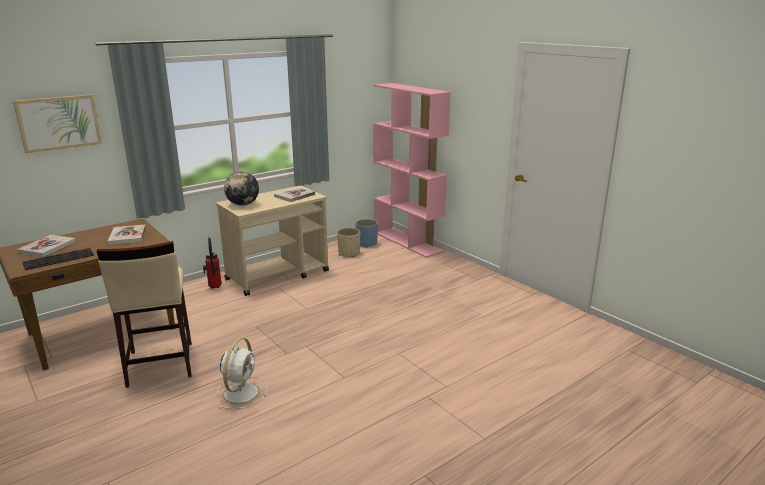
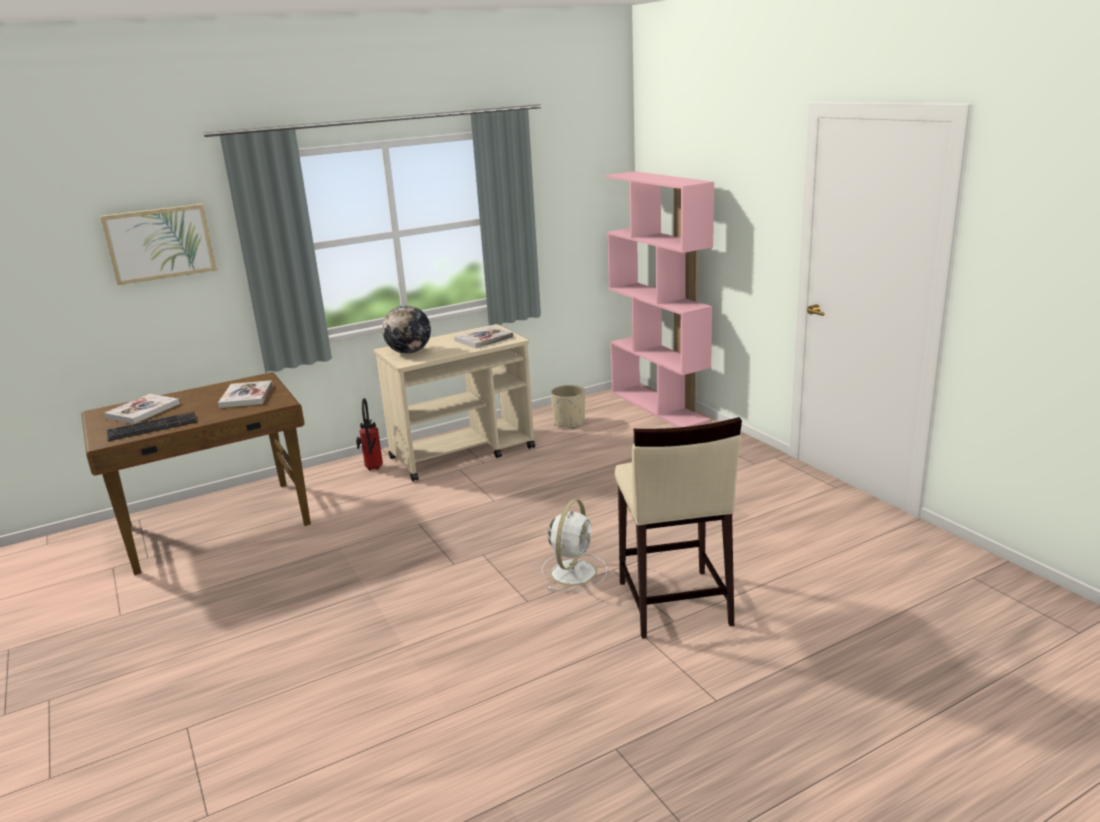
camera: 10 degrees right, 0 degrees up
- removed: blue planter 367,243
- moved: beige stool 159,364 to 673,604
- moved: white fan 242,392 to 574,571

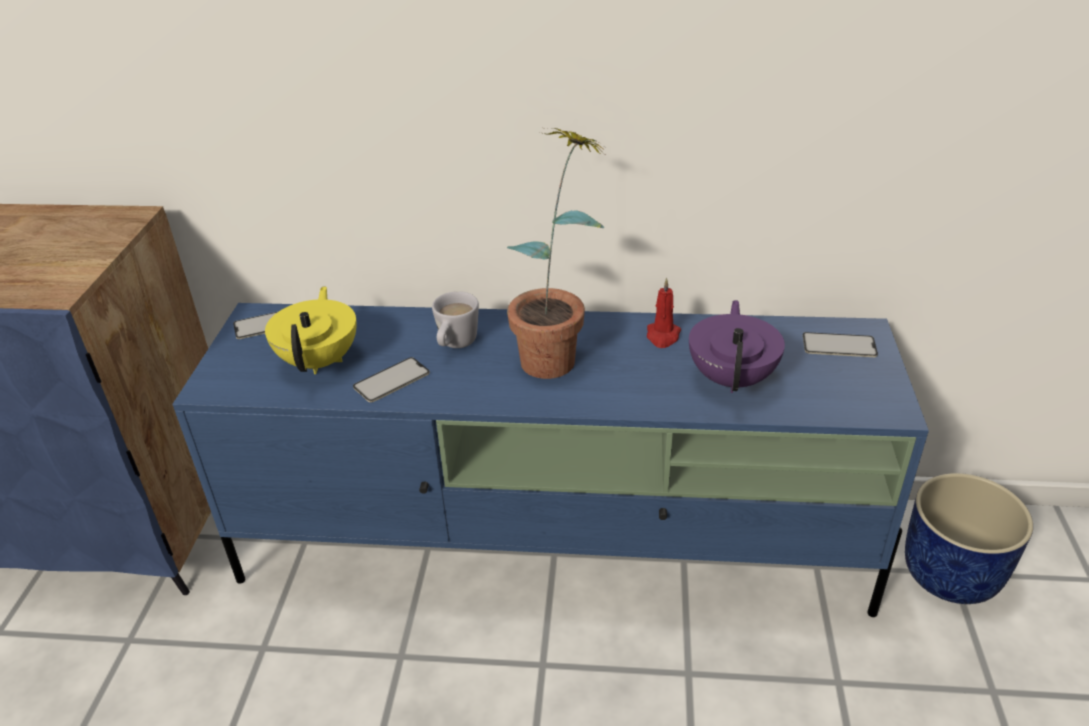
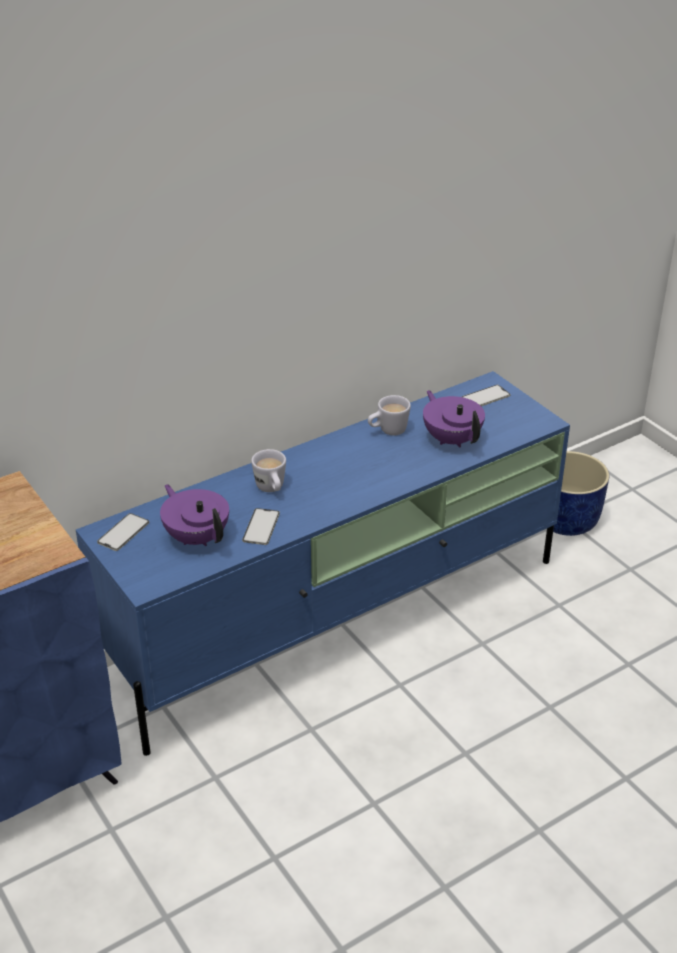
camera: 40 degrees left, 0 degrees up
- removed: potted plant 558,353
- replaced: red candle 663,336 to white mug 387,431
- recoloured: yellow teapot 320,360 to purple teapot 197,537

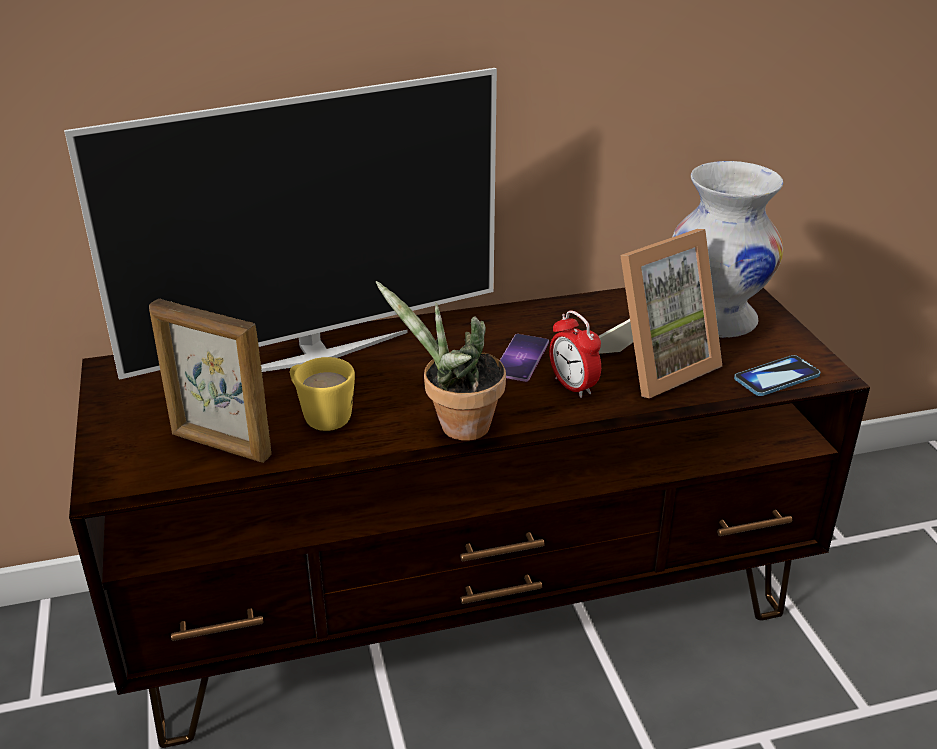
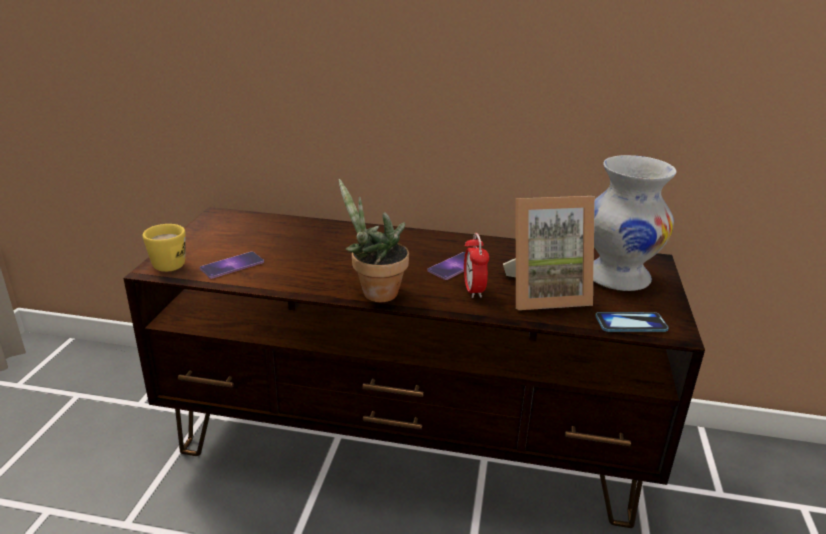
camera: 25 degrees right, 5 degrees down
- removed: television 315,353
- moved: yellow mug 321,415 to 169,263
- replaced: picture frame 220,446 to phone 232,265

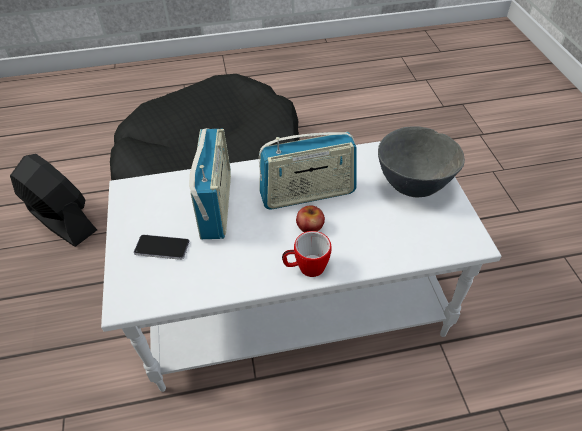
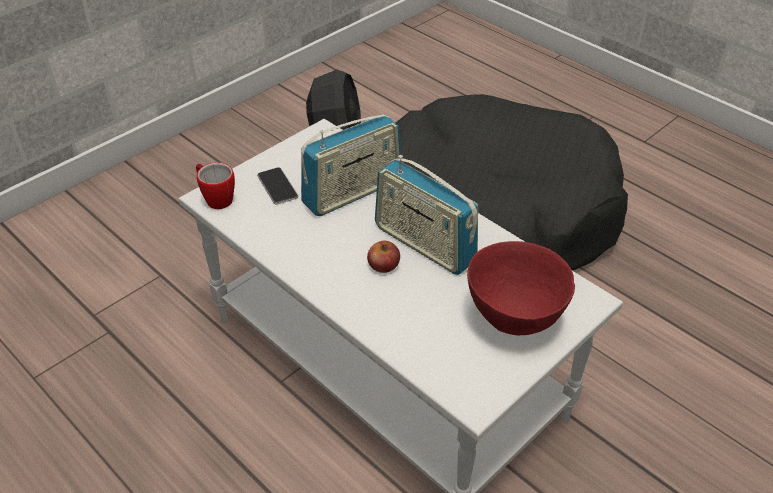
camera: 55 degrees right, 5 degrees down
- moved: mug 306,268 to 216,198
- recoloured: grey bowl 412,185 to red bowl 515,318

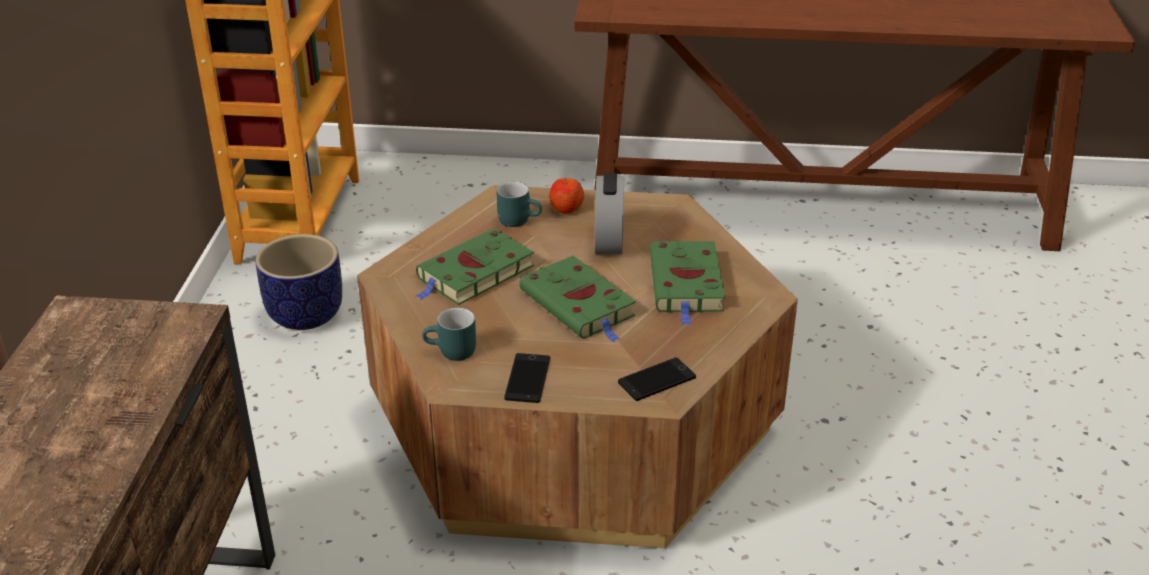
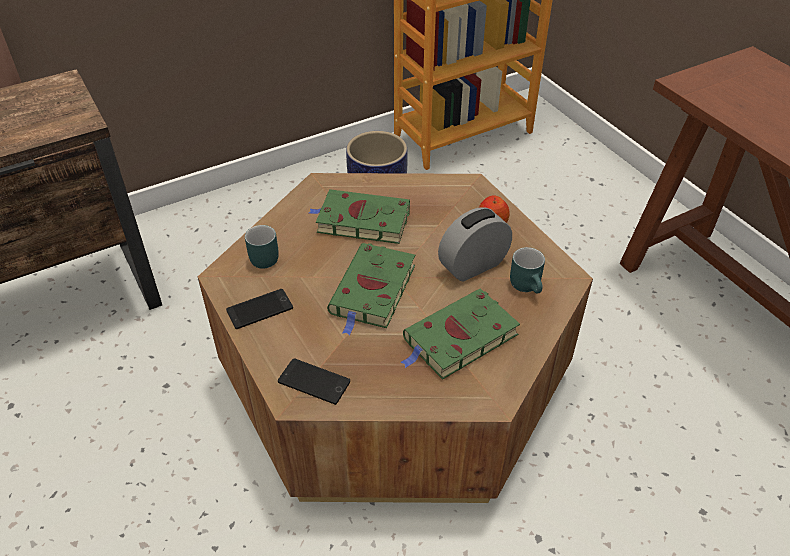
camera: 55 degrees right, 10 degrees up
- moved: turquoise mug 519,219 to 529,286

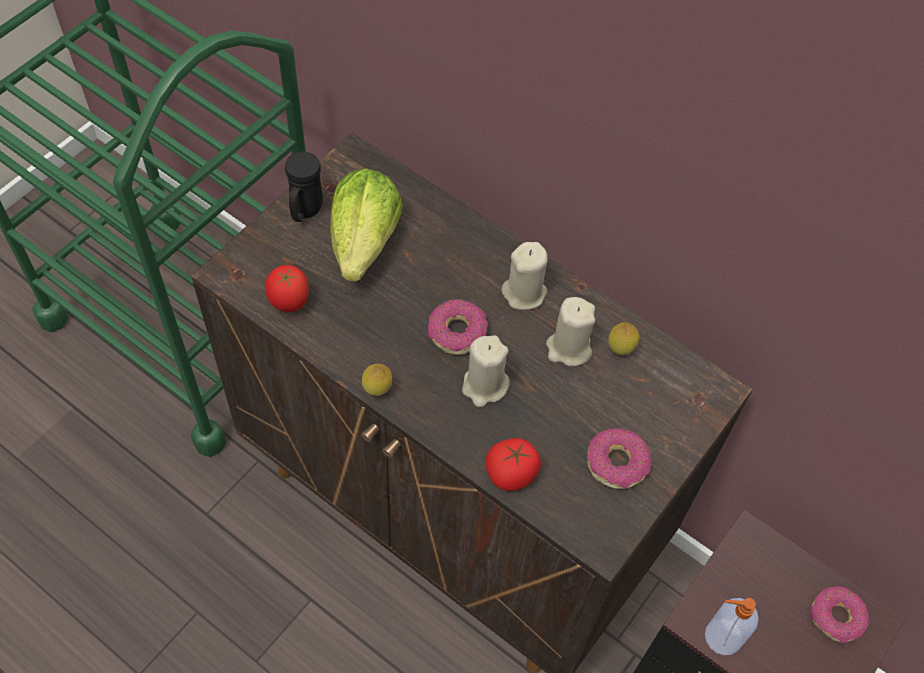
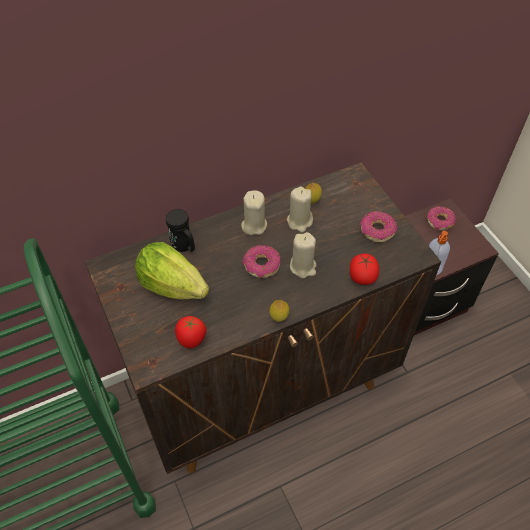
camera: 60 degrees left, 5 degrees down
- moved: black mug 305,212 to 184,247

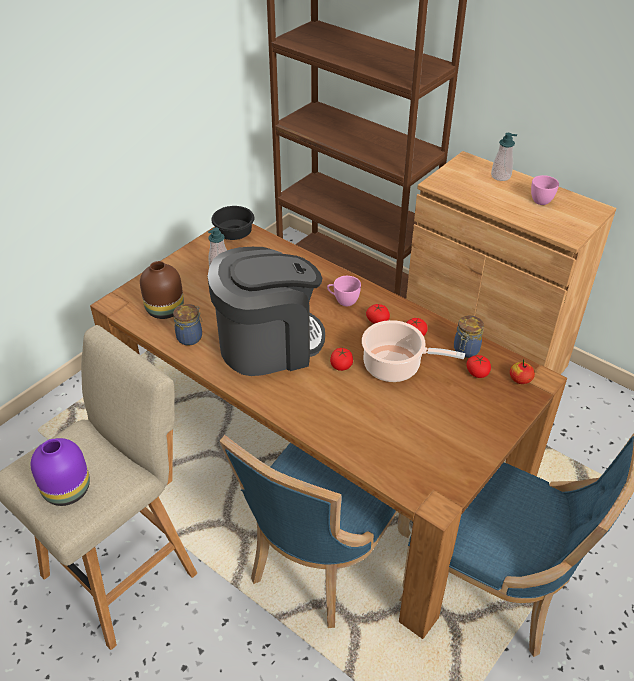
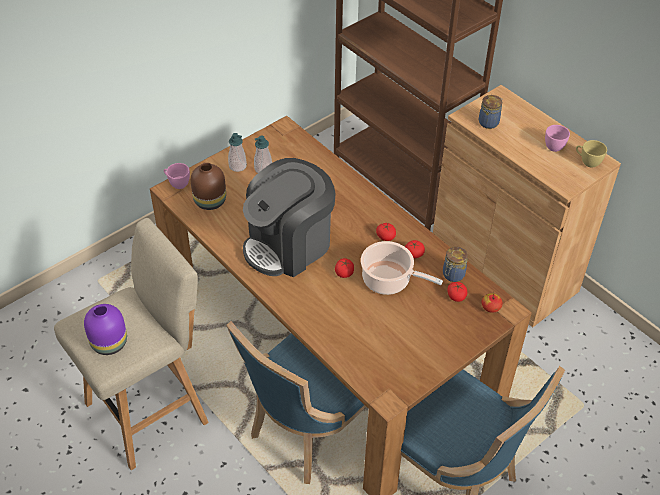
camera: 10 degrees right, 5 degrees up
- removed: black bowl 235,234
- added: yellow cup 587,162
- moved: jar 190,337 to 489,122
- moved: pink cup 343,301 to 177,183
- moved: soap dispenser 500,176 to 237,166
- turned: coffee machine 268,344 = 289,245 150 degrees clockwise

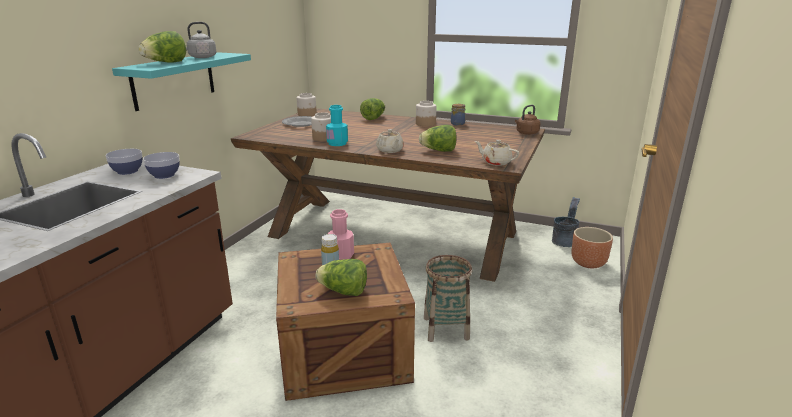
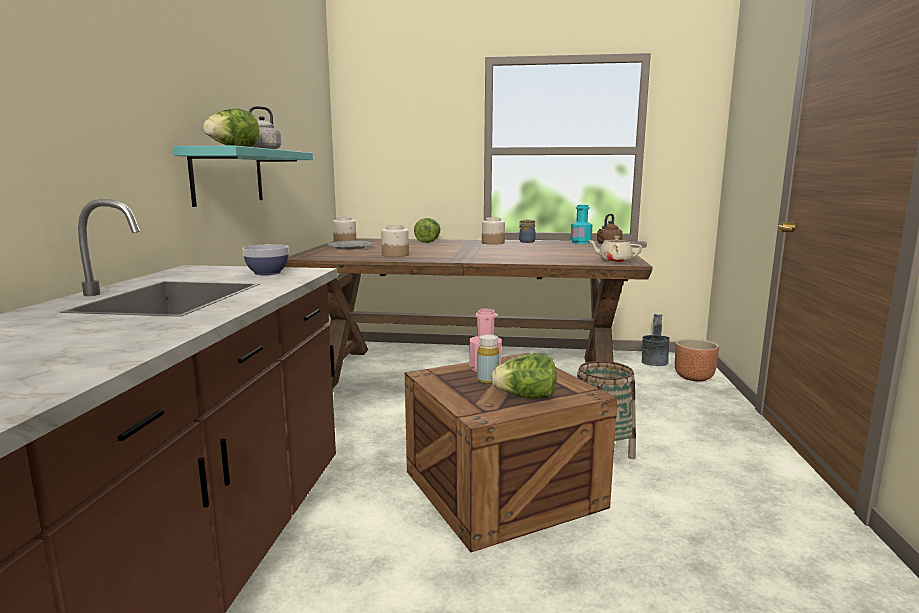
camera: 15 degrees left, 10 degrees down
- removed: bowl 127,171
- removed: beige teapot 390,150
- removed: lettuce 439,151
- moved: turquoise bottle 337,143 to 580,242

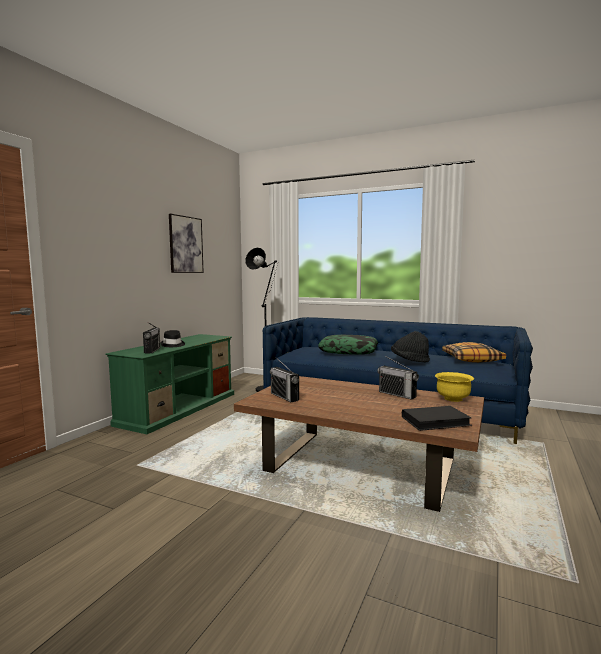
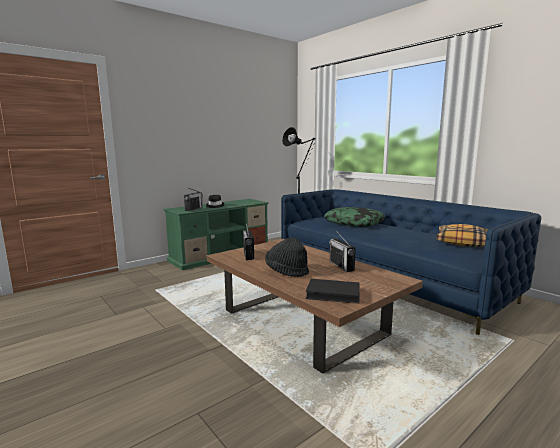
camera: 25 degrees right, 5 degrees up
- removed: picture 185,244
- removed: yellow bowl 453,399
- moved: black hat 409,361 to 286,271

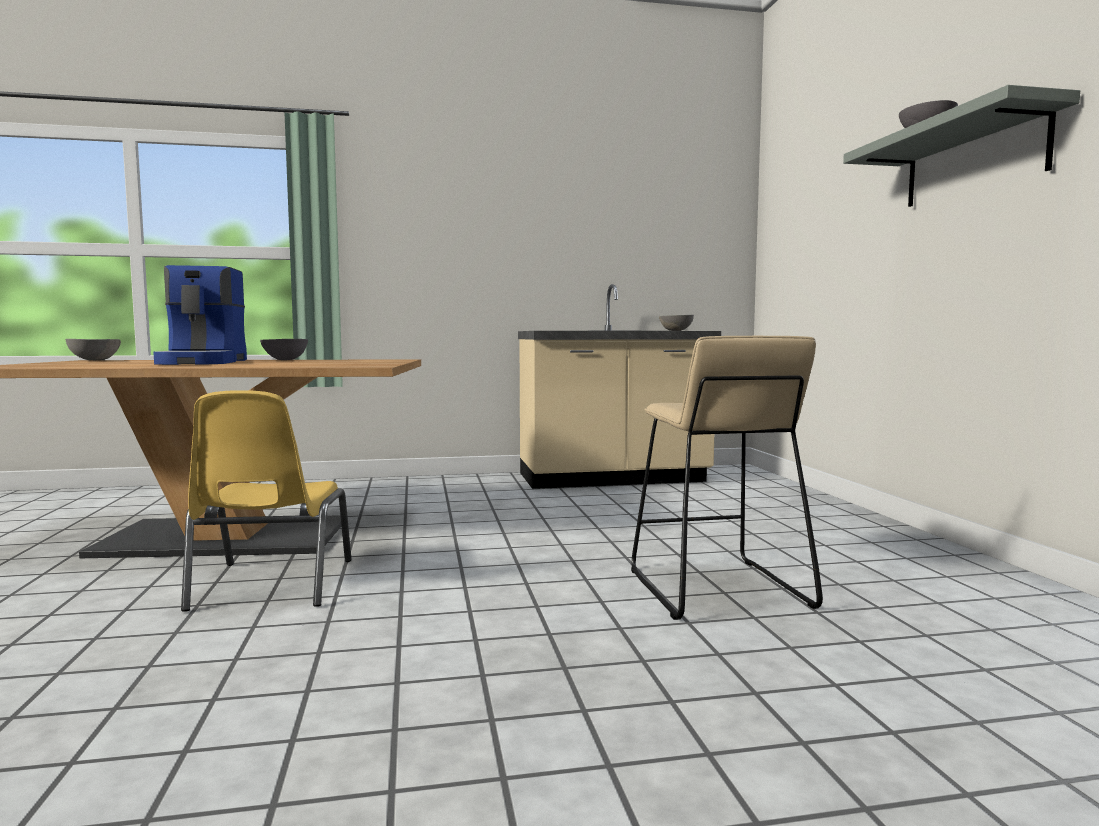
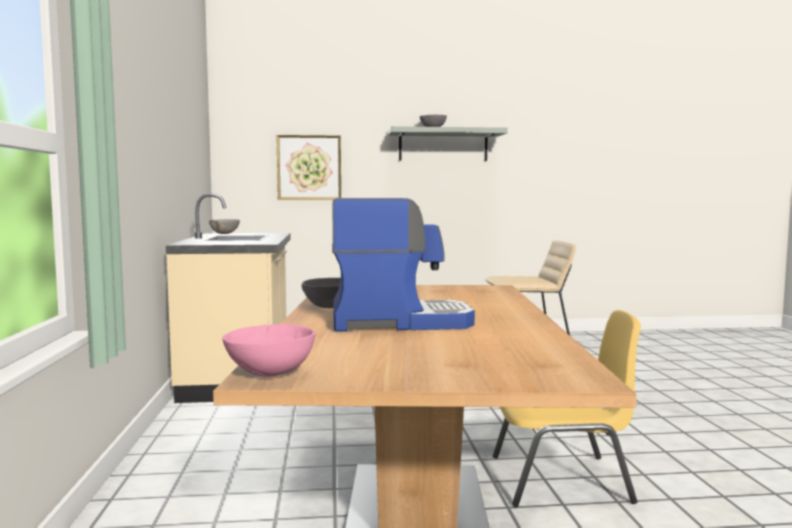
camera: 85 degrees left, 0 degrees up
- added: picture 309,167
- recoloured: grey bowl 94,360 to pink bowl 269,374

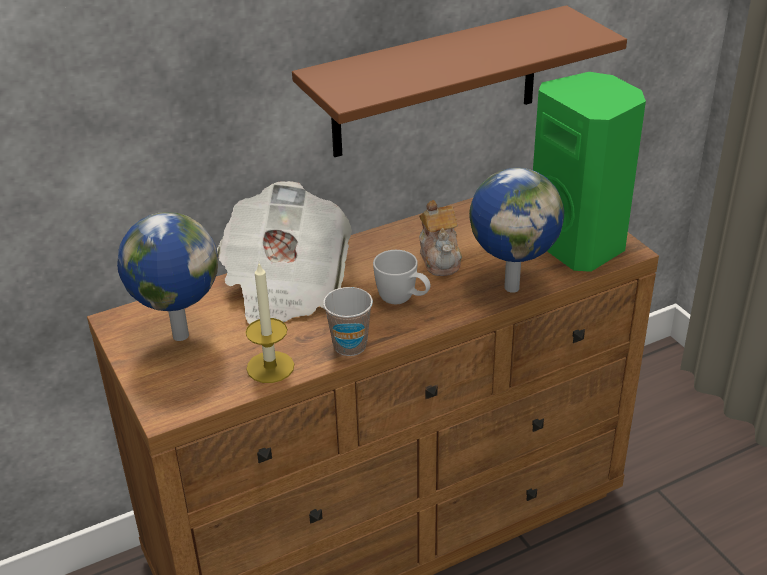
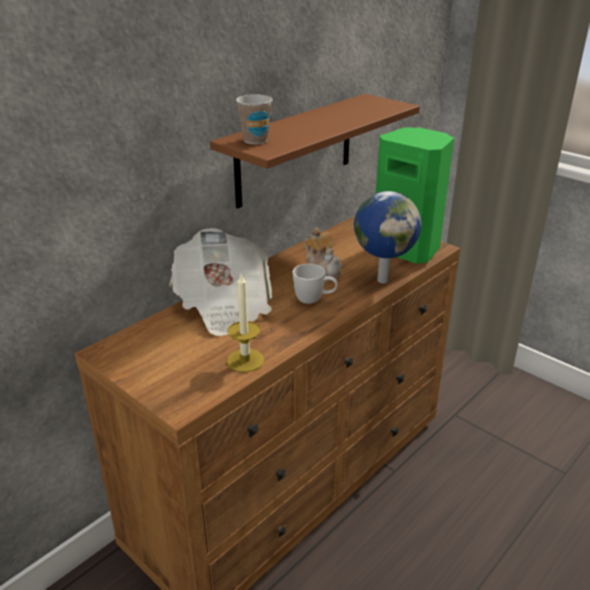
camera: 20 degrees left, 5 degrees down
- removed: globe 179,335
- moved: cup 350,346 to 255,140

